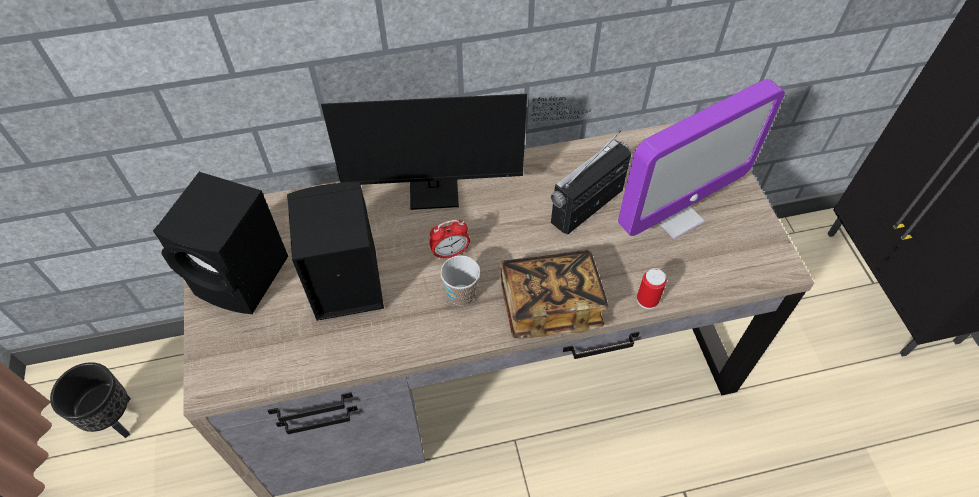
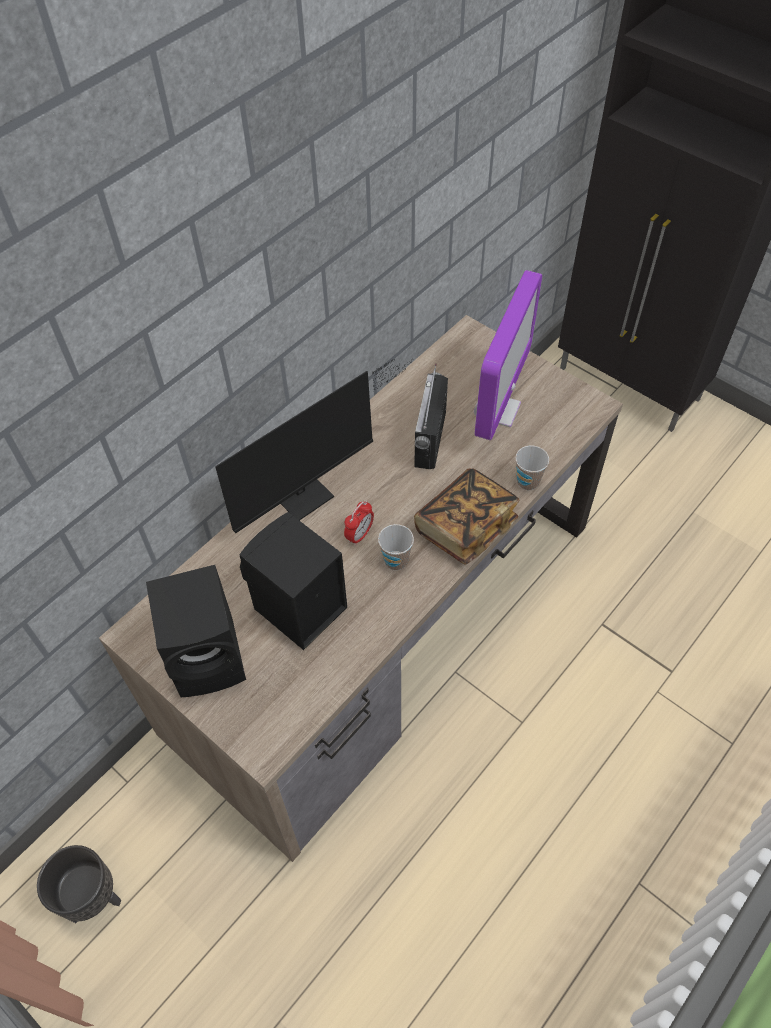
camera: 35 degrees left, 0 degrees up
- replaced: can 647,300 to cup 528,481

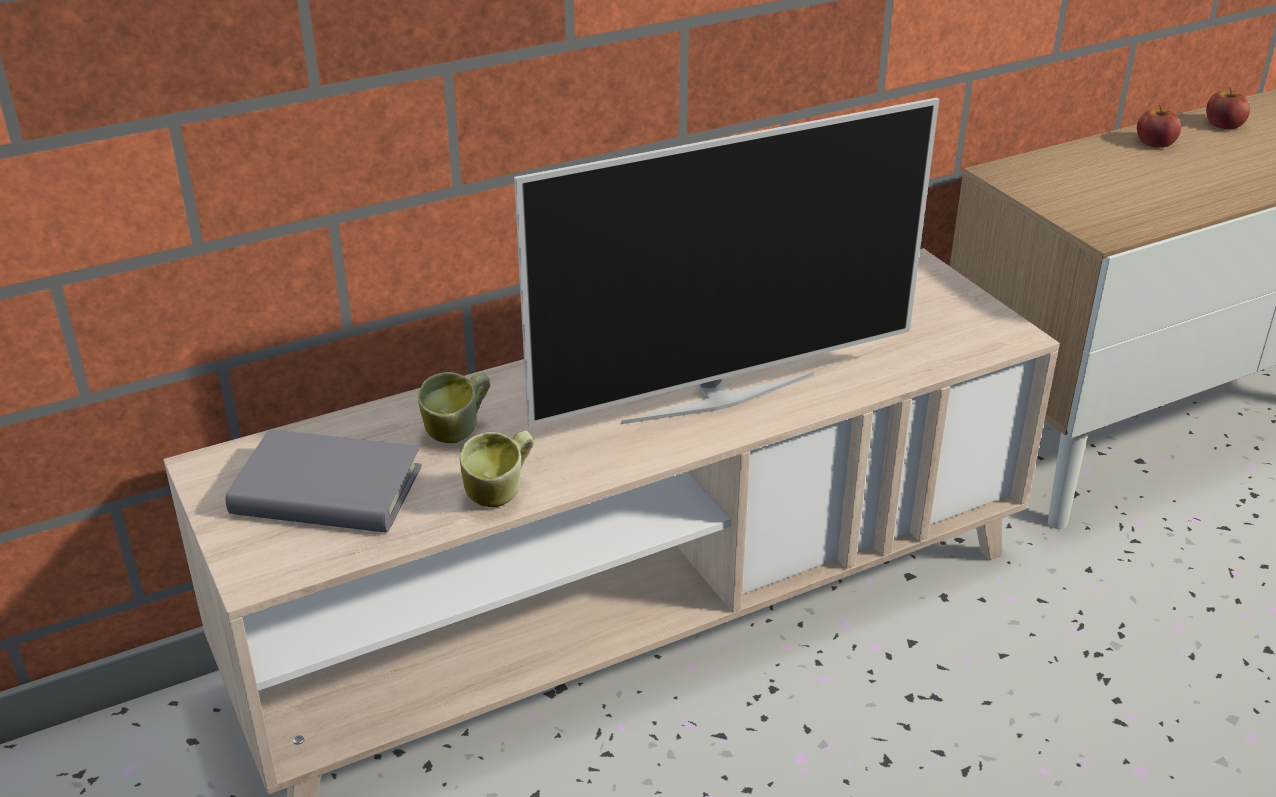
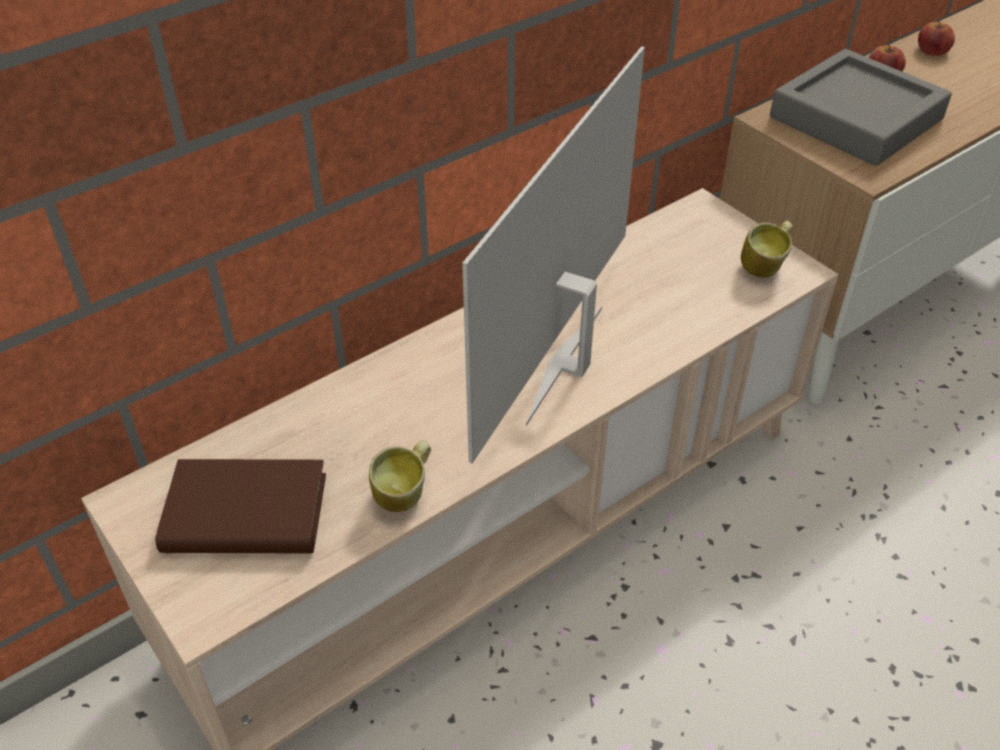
camera: 10 degrees left, 10 degrees up
- added: grey tray 856,118
- moved: mug 458,432 to 765,268
- recoloured: grey book 327,491 to brown book 245,514
- turned: television 718,396 = 569,365 150 degrees clockwise

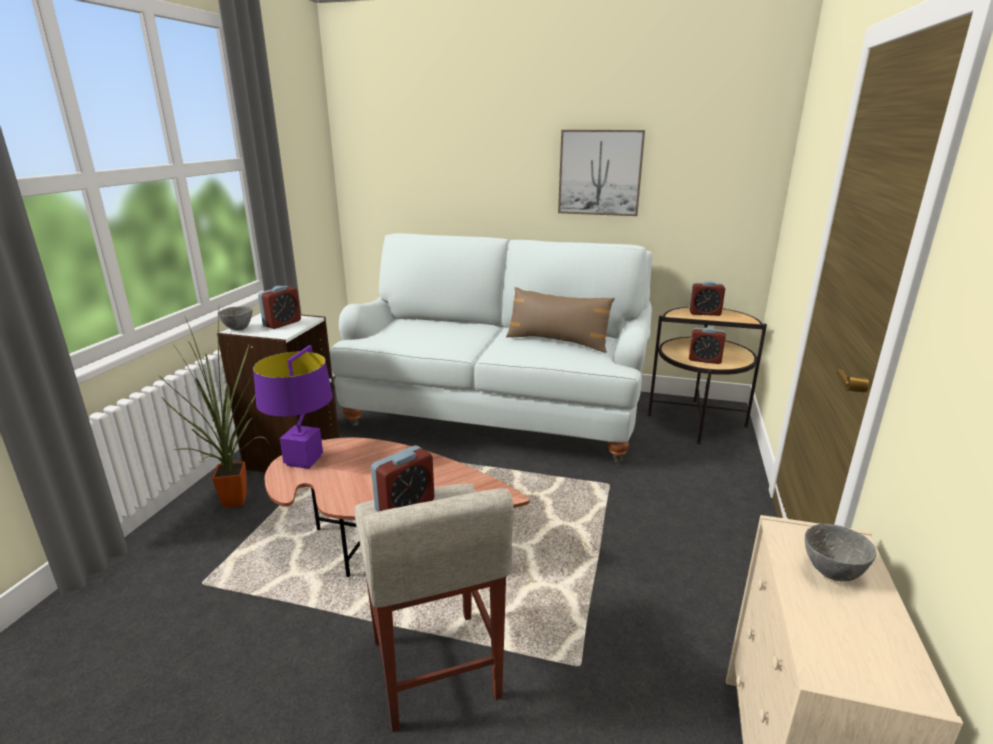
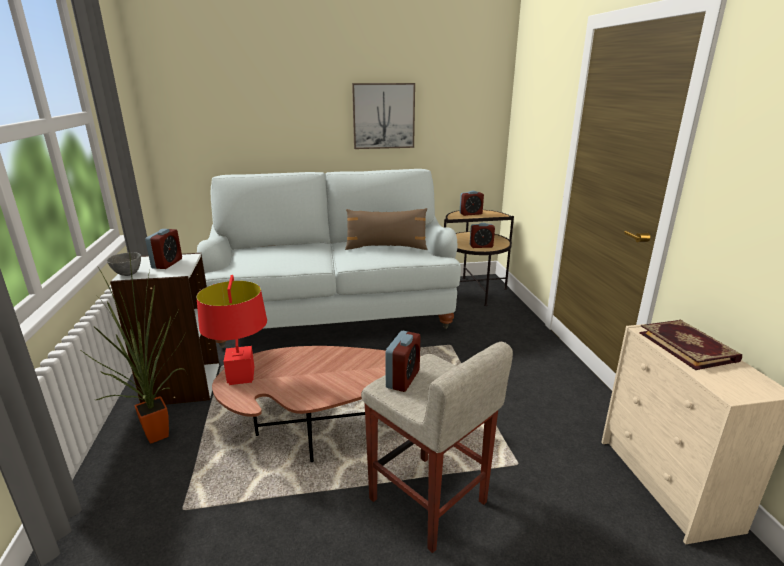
camera: 25 degrees left, 0 degrees up
- replaced: grey bowl 833,573 to book 688,346
- recoloured: purple table lamp 304,460 to red table lamp 241,377

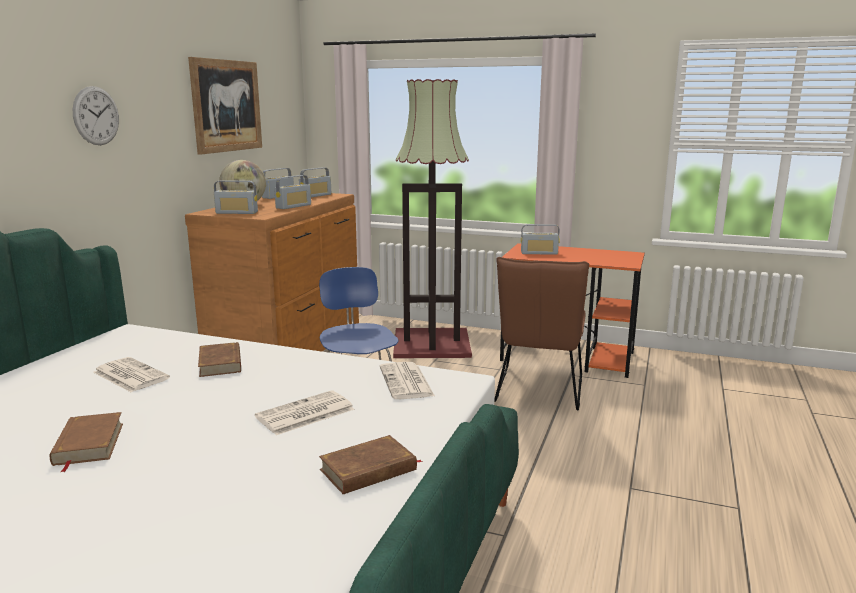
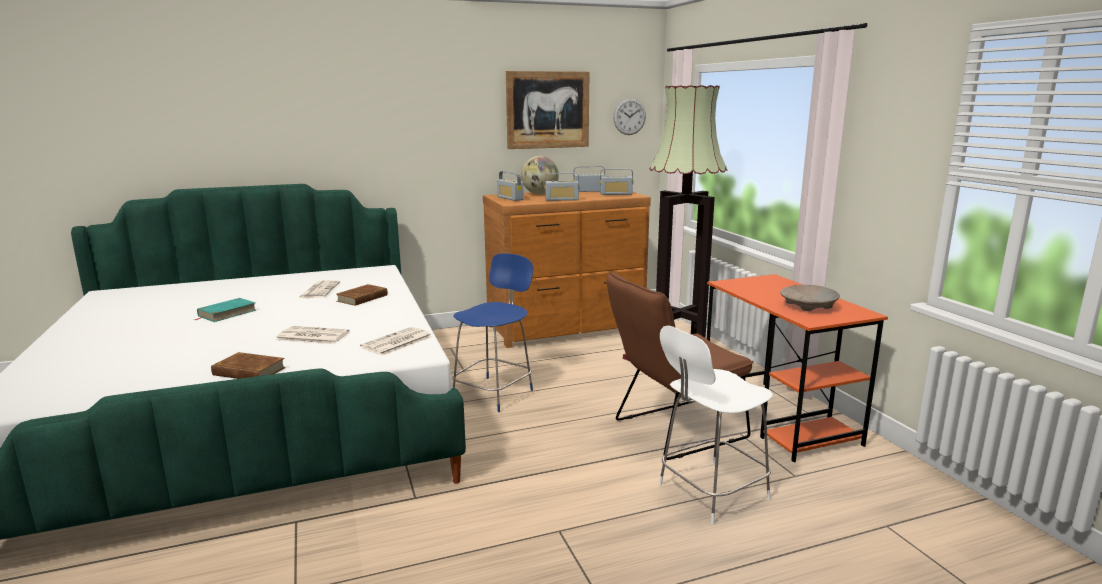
camera: 50 degrees right, 0 degrees up
- removed: radio 539,253
- added: white chair 710,493
- added: beige bowl 809,306
- moved: wall clock 96,116 to 629,116
- recoloured: brown book 88,444 to turquoise book 227,313

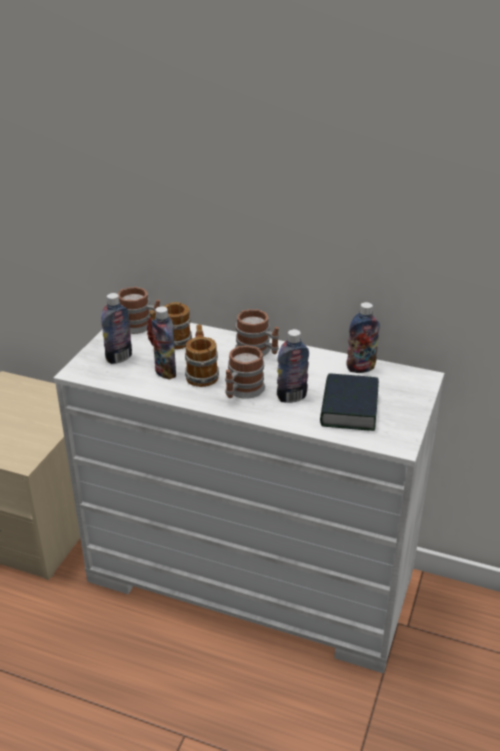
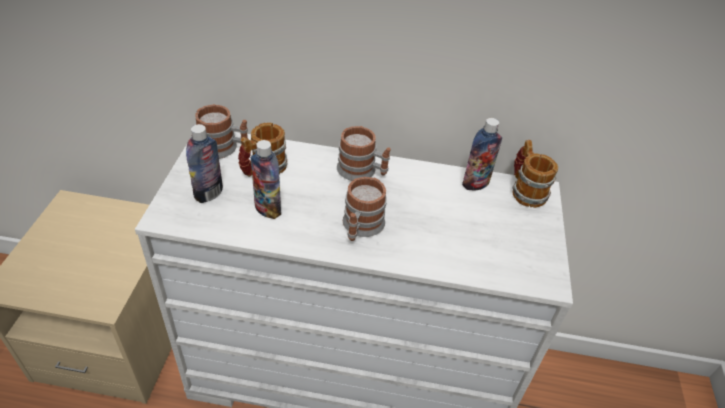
camera: 15 degrees left, 10 degrees up
- removed: bottle 292,397
- removed: book 349,409
- moved: mug 201,373 to 525,190

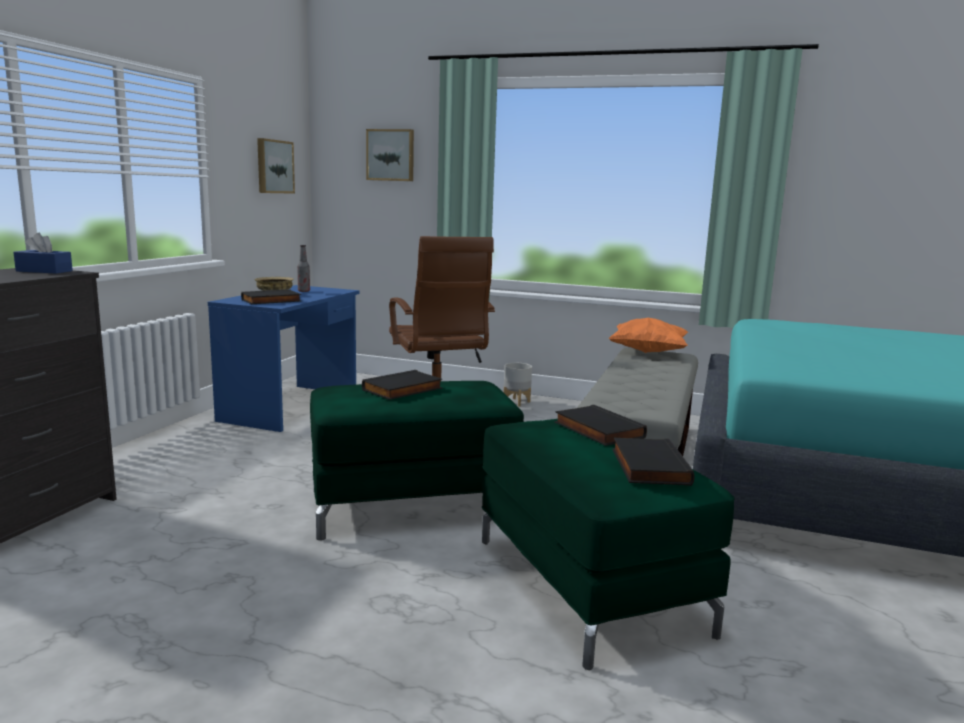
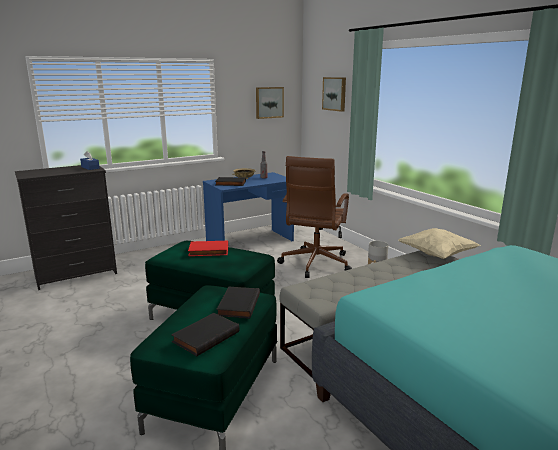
camera: 40 degrees right, 5 degrees up
- recoloured: black book 403,390 to red book 208,251
- recoloured: orange pillow 648,352 to beige pillow 437,255

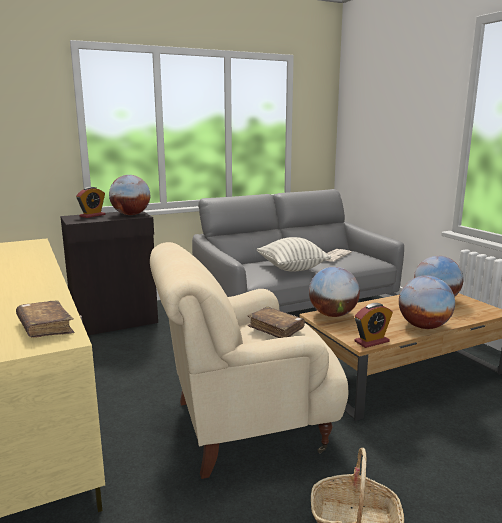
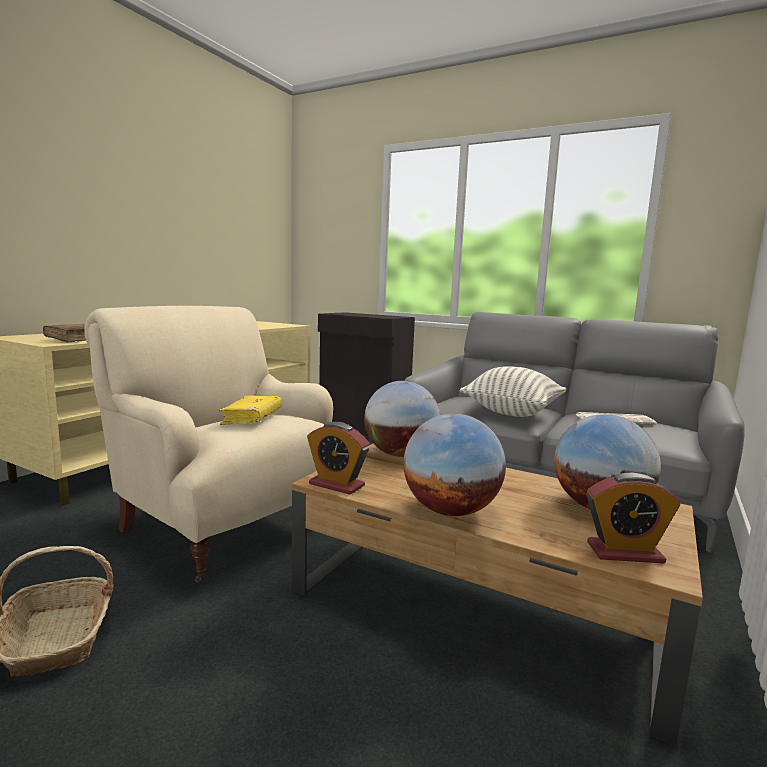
camera: 55 degrees right, 5 degrees down
- removed: globe 131,214
- moved: alarm clock 92,215 to 624,552
- recoloured: brown book 275,329 to yellow book 252,418

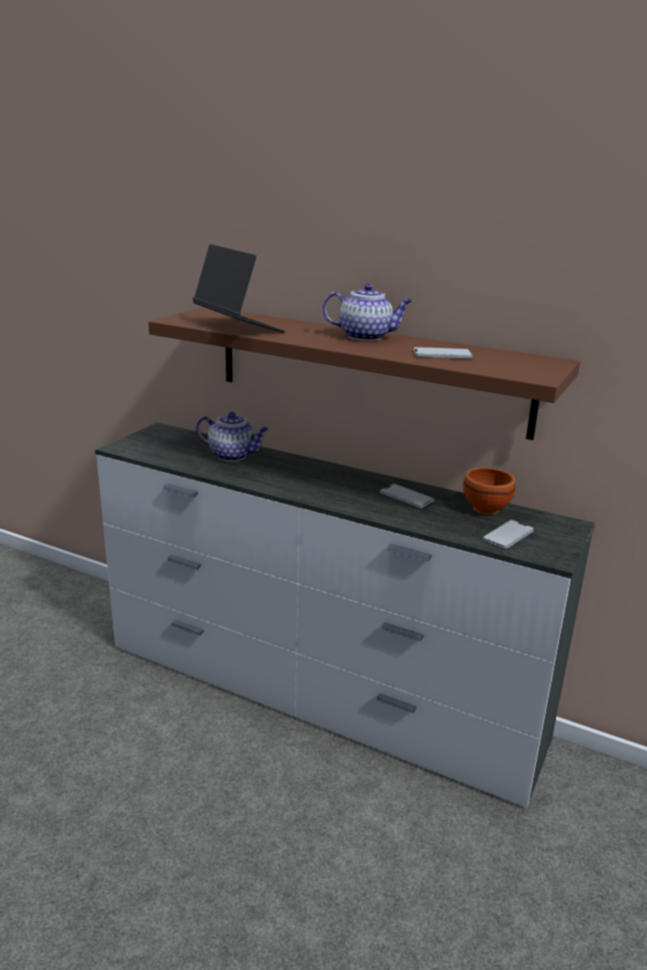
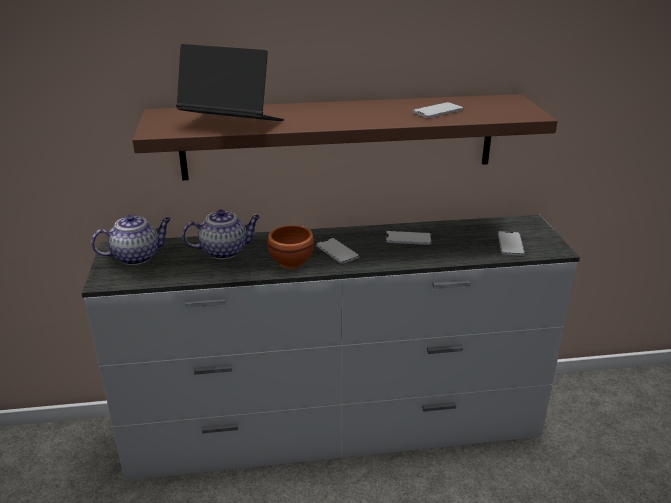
camera: 35 degrees left, 5 degrees up
- added: phone 337,252
- moved: teapot 366,336 to 137,256
- moved: brown bowl 484,508 to 290,263

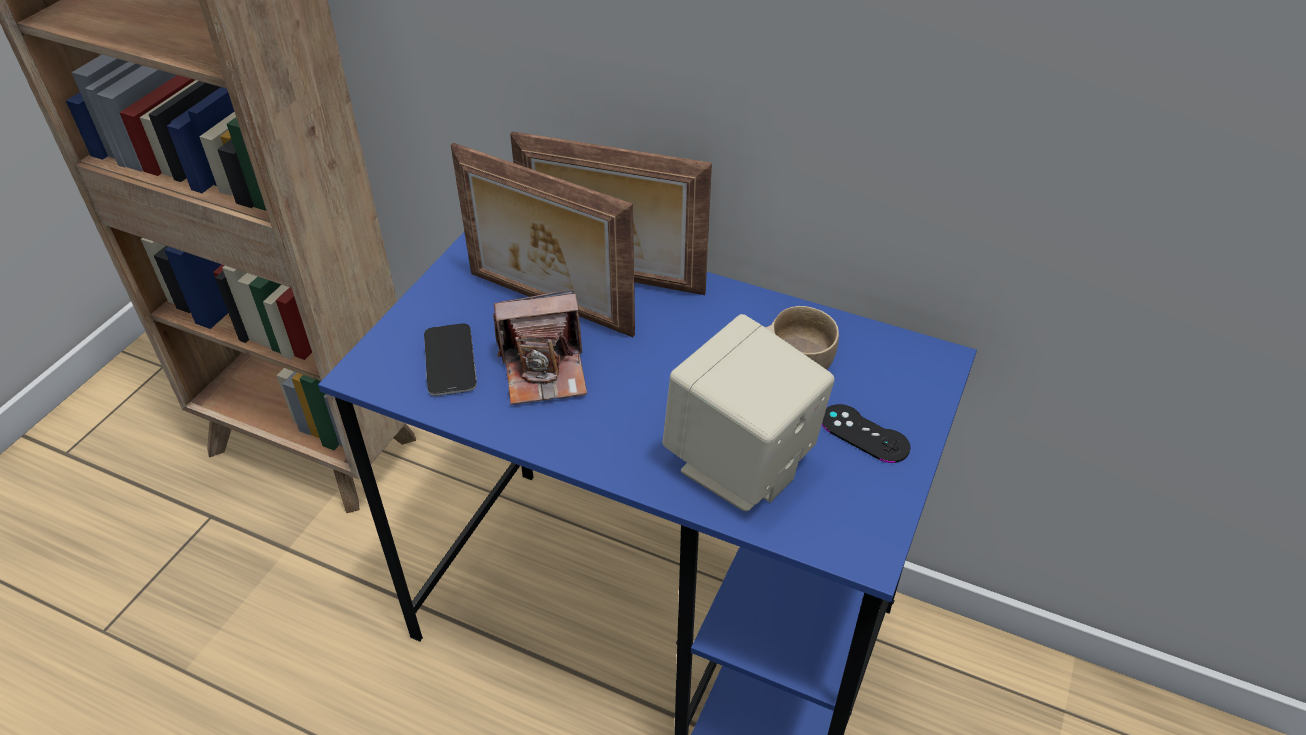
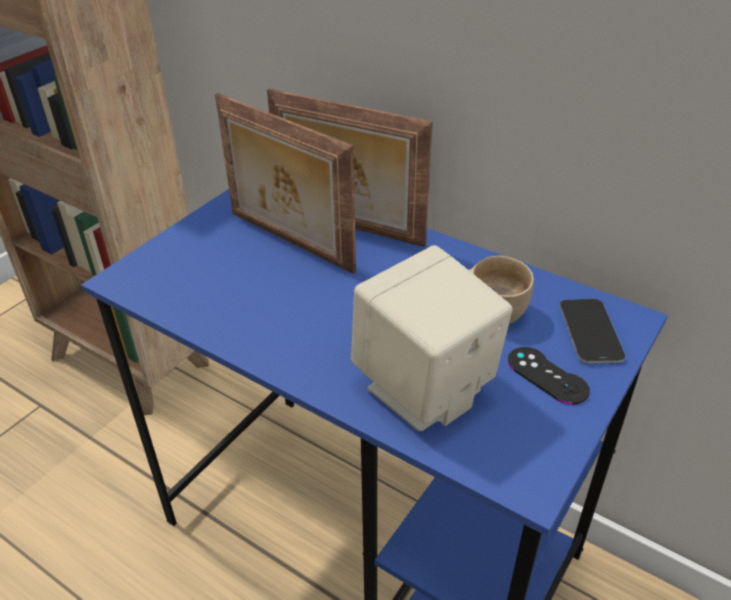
camera: 10 degrees right, 5 degrees down
- removed: photo camera 545,370
- moved: phone 450,361 to 590,332

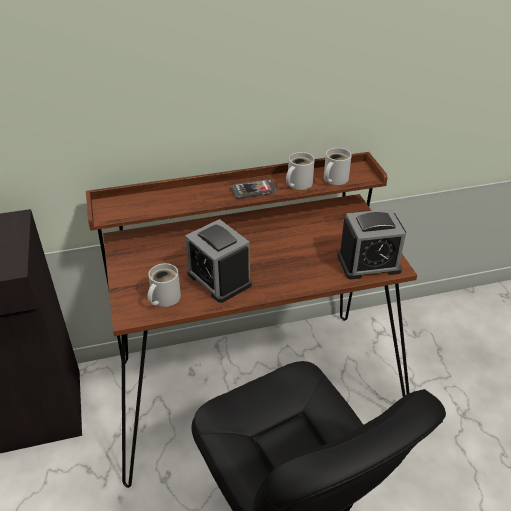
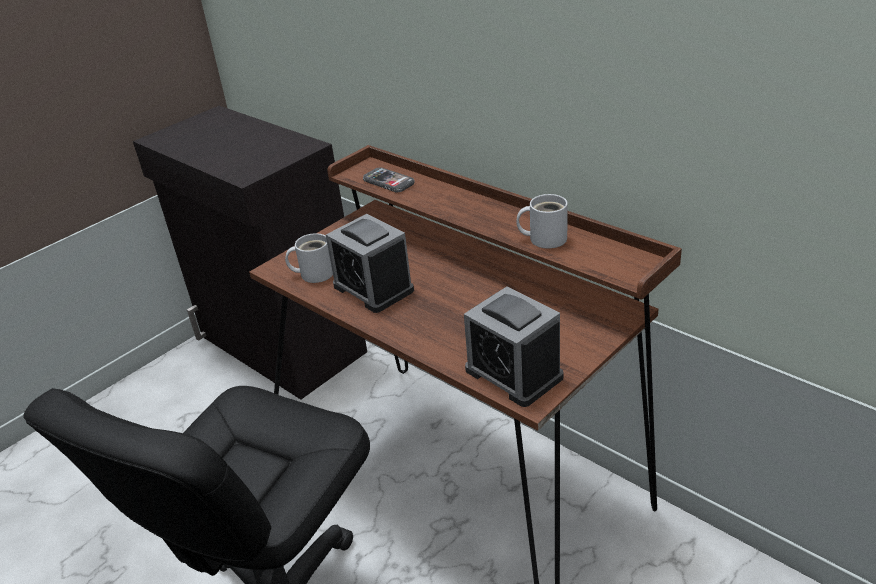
camera: 60 degrees right, 5 degrees down
- removed: white mug 333,179
- moved: phone 253,190 to 388,182
- turned: alarm clock 219,279 = 373,288 60 degrees counterclockwise

